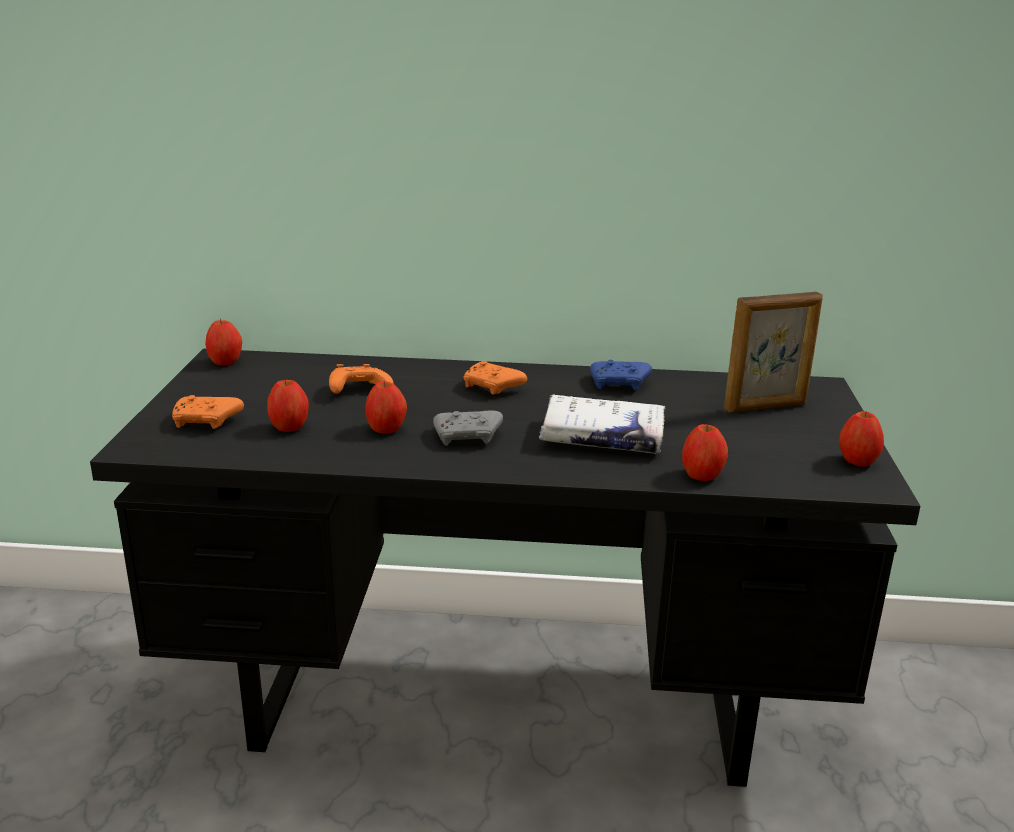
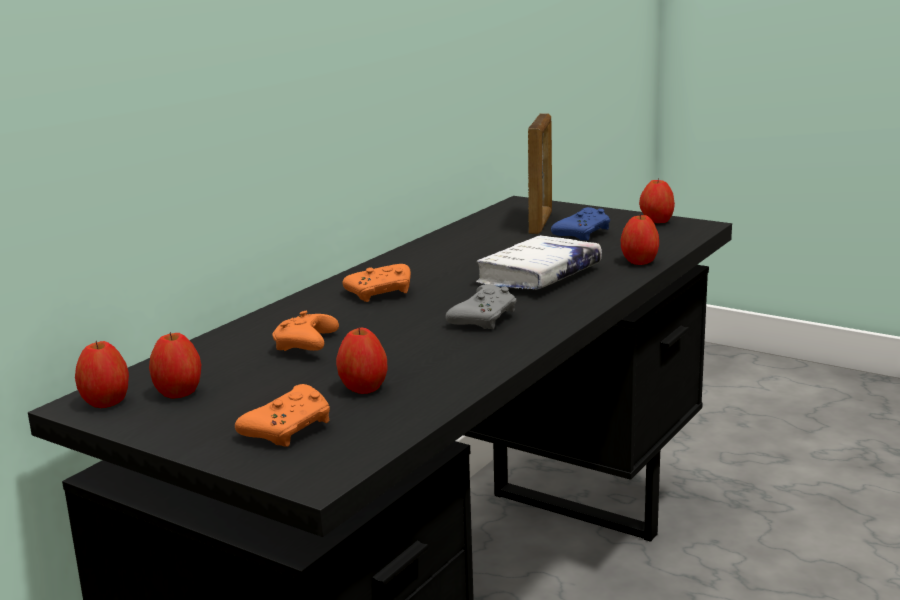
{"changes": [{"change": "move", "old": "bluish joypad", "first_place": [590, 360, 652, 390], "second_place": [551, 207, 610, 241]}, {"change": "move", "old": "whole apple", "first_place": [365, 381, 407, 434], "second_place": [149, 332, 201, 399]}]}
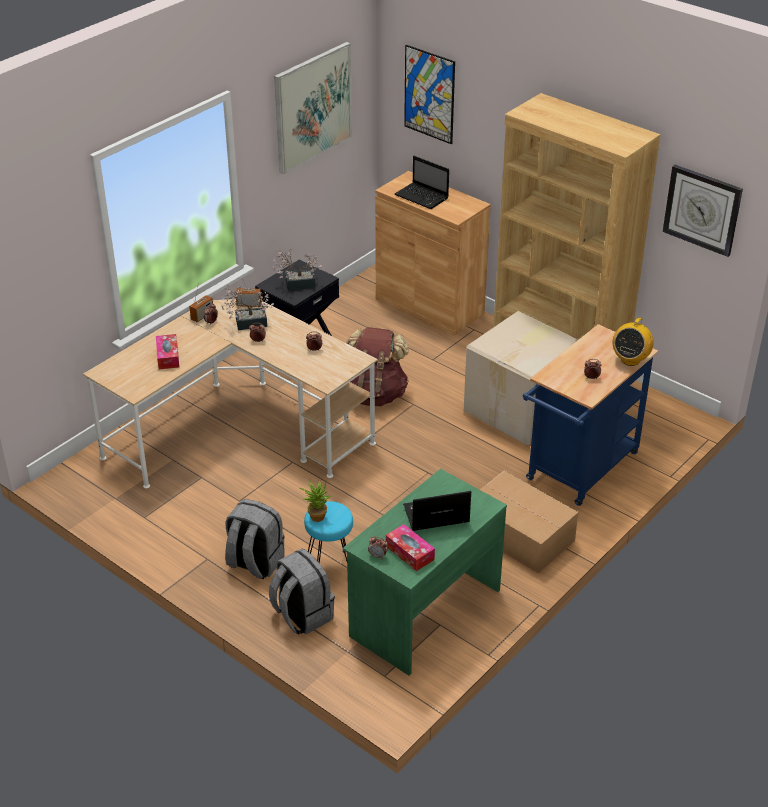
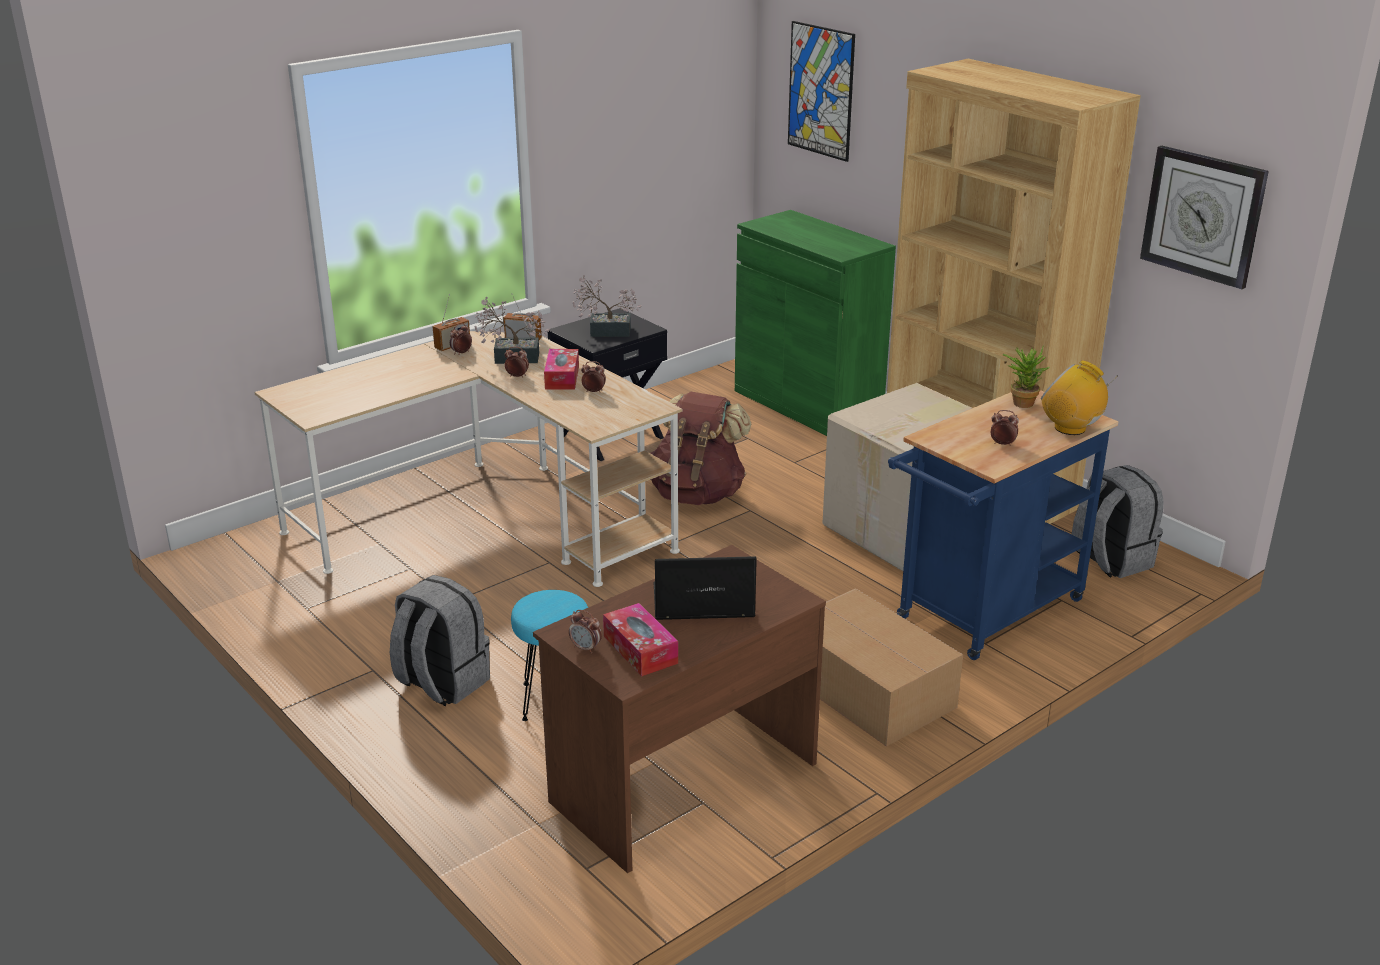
{"changes": [{"change": "delete", "old": "wall art", "first_place": [274, 42, 352, 174]}, {"change": "delete", "old": "laptop", "first_place": [395, 156, 449, 209]}, {"change": "recolor", "old": "brownish cupboard", "new": "greenish cupboard", "first_place": [375, 171, 491, 336], "second_place": [735, 210, 896, 436]}, {"change": "rotate", "old": "radio set", "first_place": [613, 318, 654, 366], "second_place": [1041, 360, 1118, 435], "degrees": 90}, {"change": "move", "old": "tissue box", "first_place": [156, 334, 179, 369], "second_place": [544, 349, 579, 390]}, {"change": "recolor", "old": "greenish desk table", "new": "brownish desk table", "first_place": [343, 469, 507, 676], "second_place": [533, 545, 826, 873]}, {"change": "move", "old": "potted plant", "first_place": [299, 481, 331, 522], "second_place": [1003, 345, 1050, 408]}, {"change": "move", "old": "greyish knapsack", "first_place": [269, 548, 335, 635], "second_place": [1071, 465, 1164, 578]}]}
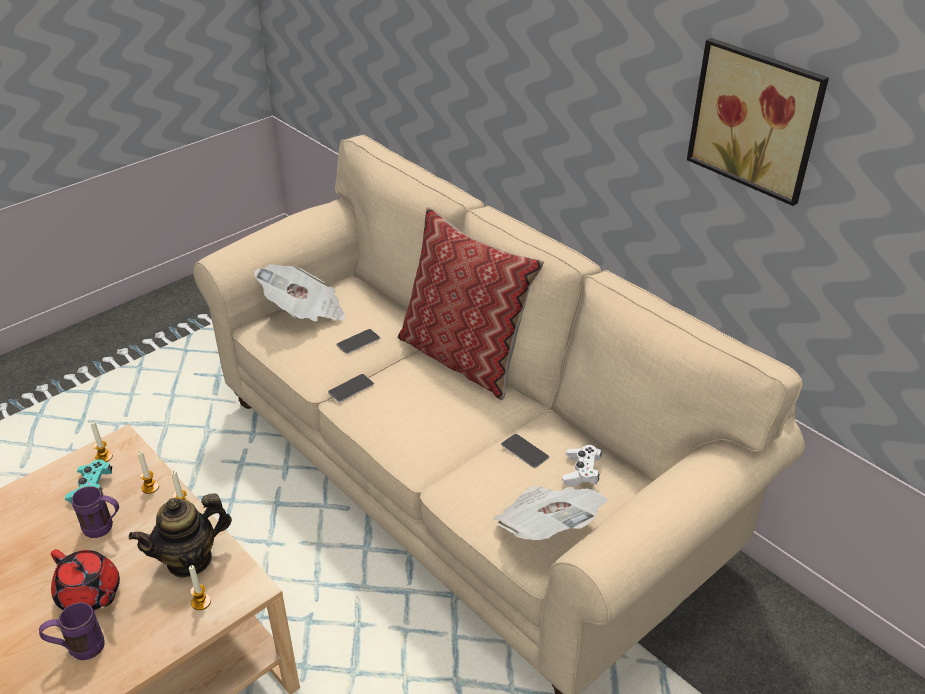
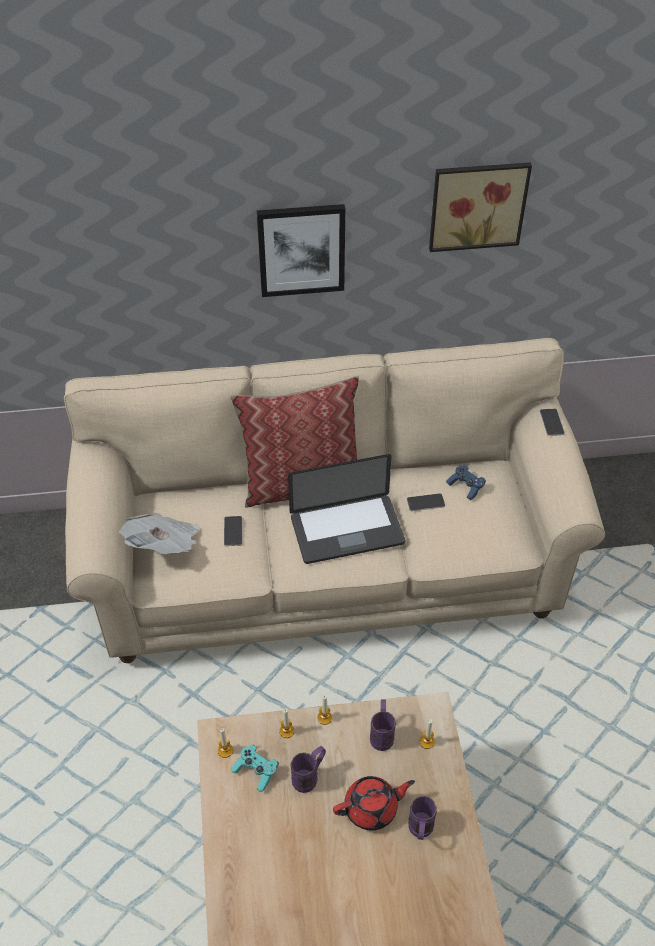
{"changes": [{"change": "move", "old": "handset", "first_place": [328, 374, 374, 402], "second_place": [540, 408, 565, 436]}, {"change": "recolor", "old": "white joypad", "new": "bluish joypad", "first_place": [562, 445, 602, 486], "second_place": [446, 465, 486, 500]}, {"change": "delete", "old": "newspaper", "first_place": [493, 486, 608, 540]}, {"change": "replace", "old": "teapot", "new": "purplish tea mug", "first_place": [129, 493, 232, 578], "second_place": [370, 699, 396, 751]}, {"change": "insert", "new": "wall art", "second_place": [257, 204, 345, 297]}, {"change": "insert", "new": "laptop", "second_place": [288, 454, 405, 564]}]}
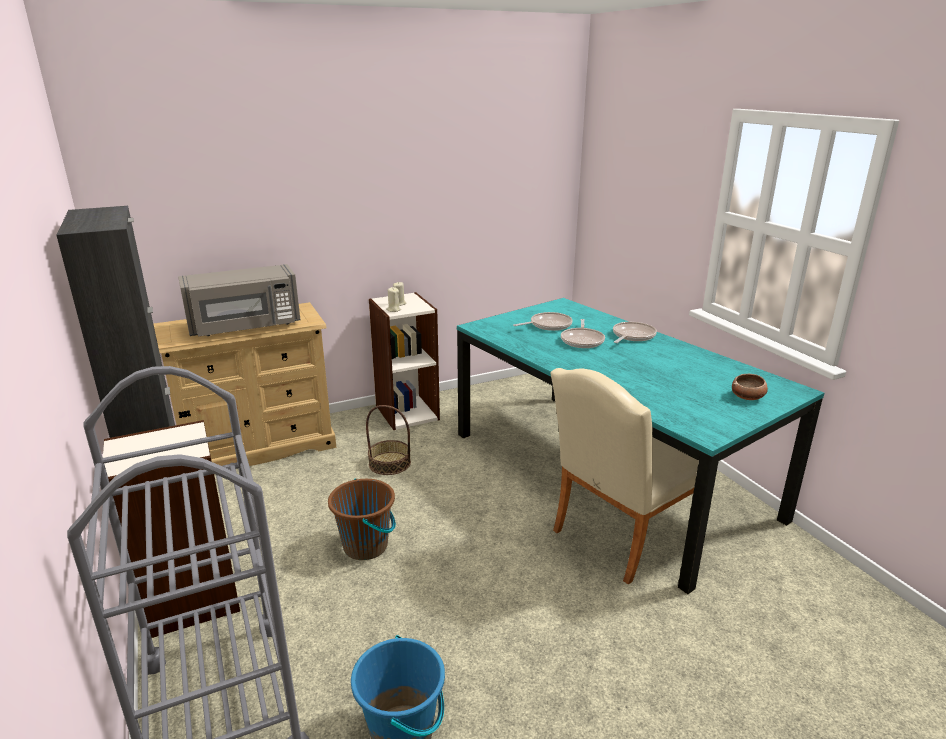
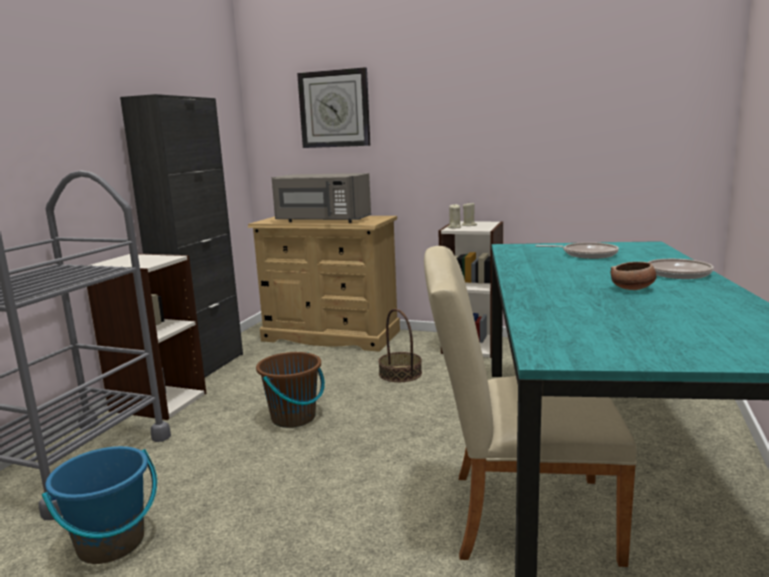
{"changes": [{"change": "delete", "old": "frying pan", "first_place": [561, 319, 605, 348]}, {"change": "move", "old": "serving bowl", "first_place": [732, 374, 768, 400], "second_place": [611, 262, 657, 290]}, {"change": "insert", "new": "wall clock", "second_place": [297, 67, 371, 148]}]}
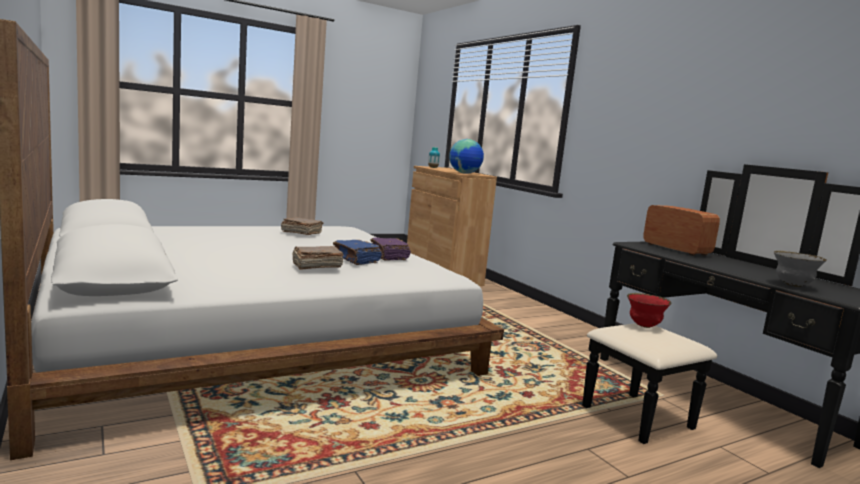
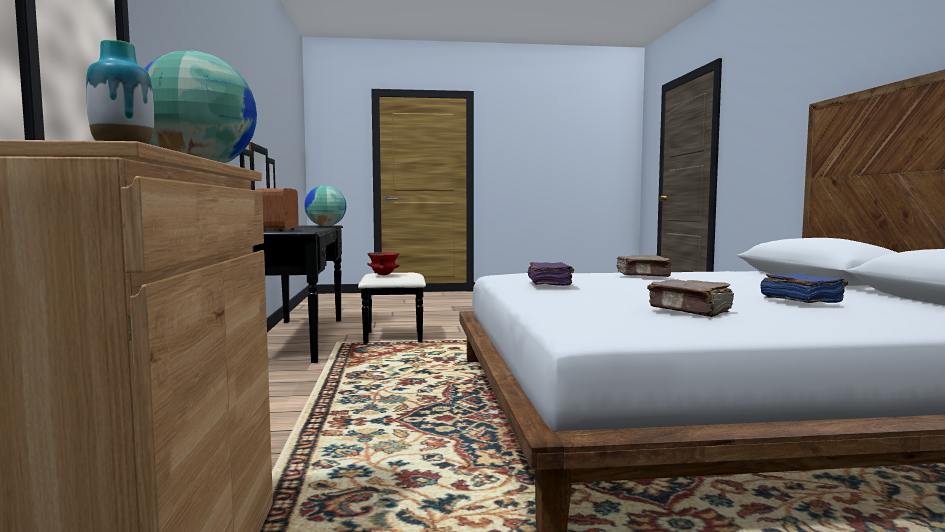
{"changes": [{"change": "move", "old": "bluish bound book", "first_place": [333, 240, 382, 265], "second_place": [760, 273, 848, 303]}, {"change": "replace", "old": "greyish serving bowl", "new": "world globe", "first_place": [774, 251, 827, 287], "second_place": [304, 185, 346, 226]}]}
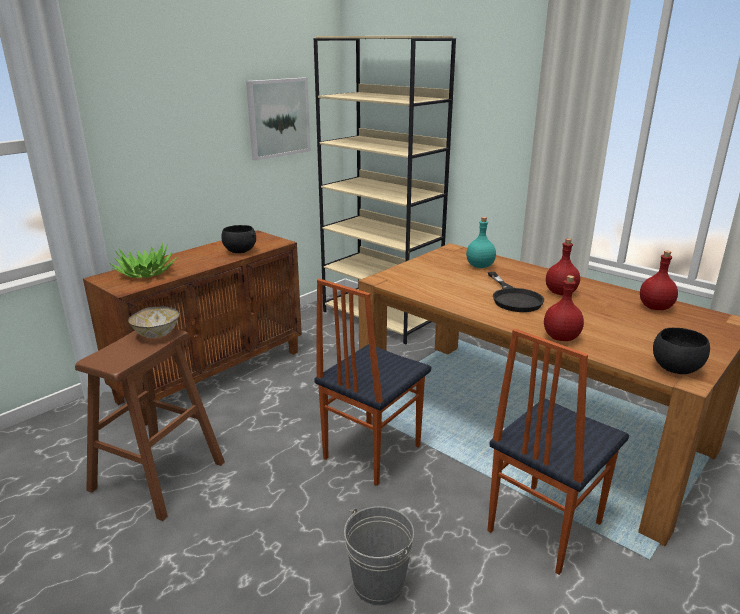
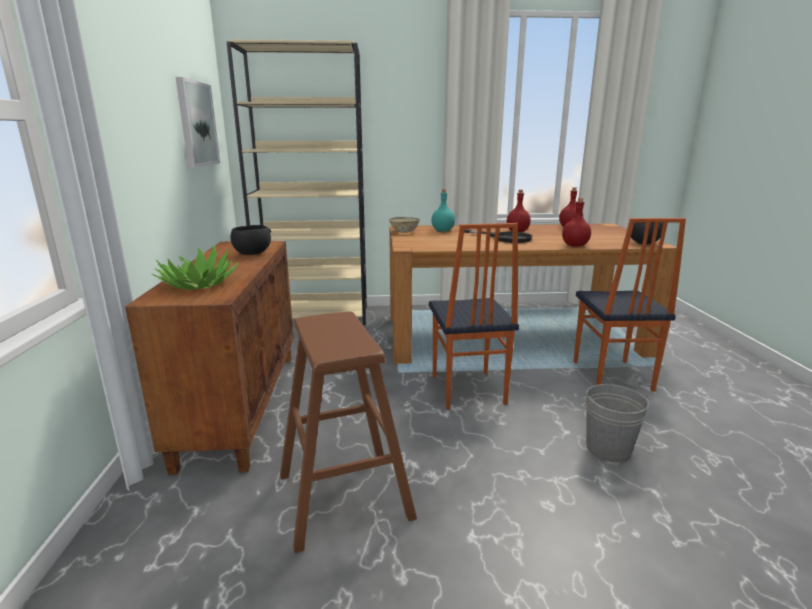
{"changes": [{"change": "move", "old": "serving bowl", "first_place": [128, 307, 179, 338], "second_place": [389, 217, 420, 233]}]}
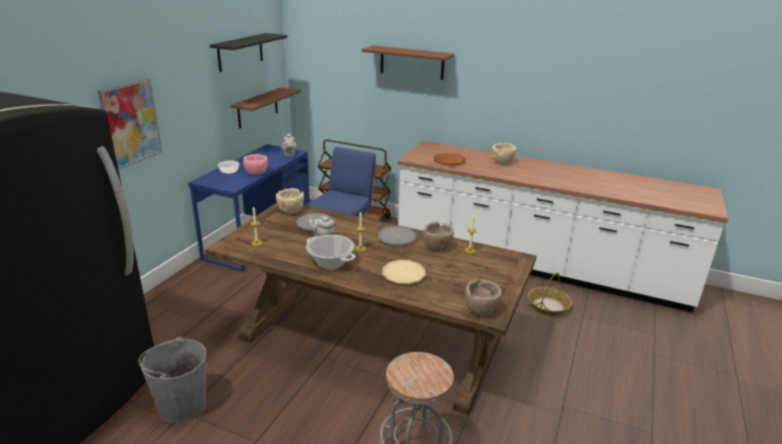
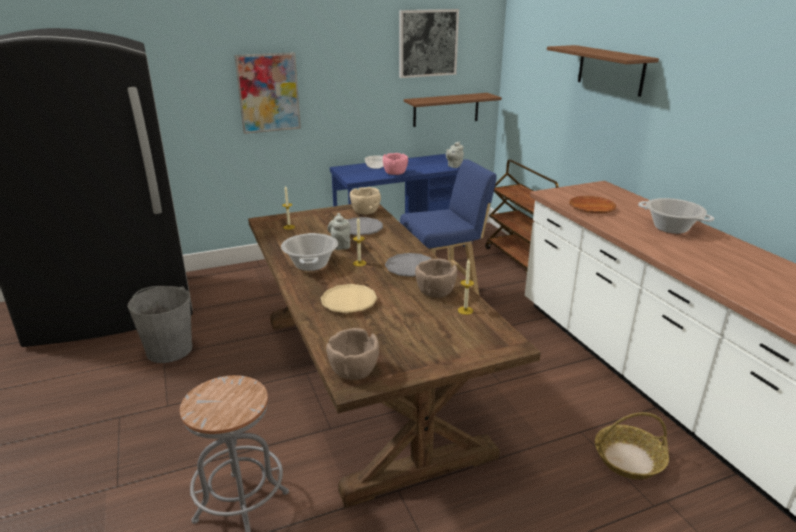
{"changes": [{"change": "replace", "old": "black-coloured shelf", "new": "wall art", "first_place": [210, 33, 288, 72], "second_place": [399, 9, 459, 78]}, {"change": "replace", "old": "beige-coloured serving bowl", "new": "saucepot", "first_place": [492, 143, 516, 164], "second_place": [638, 198, 714, 234]}]}
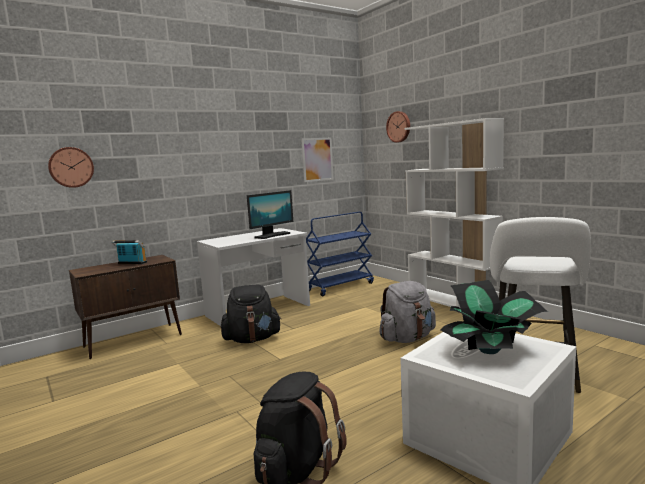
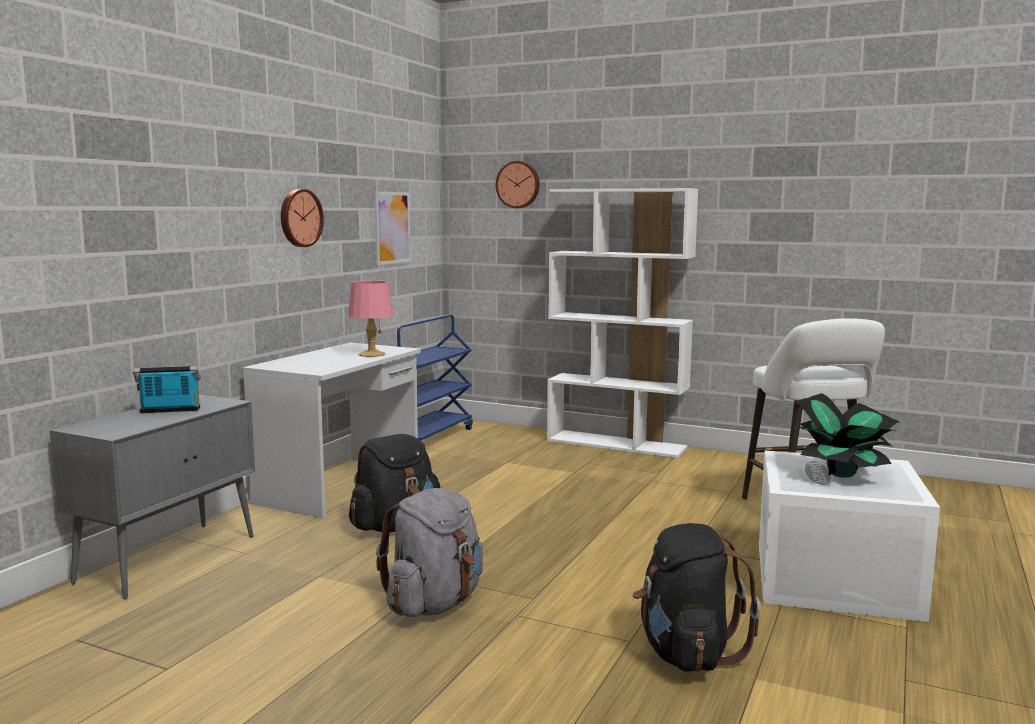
{"changes": [{"change": "move", "old": "wall clock", "first_place": [48, 147, 94, 188], "second_place": [281, 189, 324, 247]}, {"change": "replace", "old": "computer screen", "new": "pink-coloured lamp for a table", "first_place": [247, 190, 293, 239], "second_place": [348, 281, 394, 357]}, {"change": "recolor", "old": "brownish cupboard", "new": "greyish cupboard", "first_place": [69, 255, 182, 359], "second_place": [50, 395, 255, 599]}, {"change": "move", "old": "greyish knapsack", "first_place": [379, 281, 436, 343], "second_place": [376, 488, 483, 617]}]}
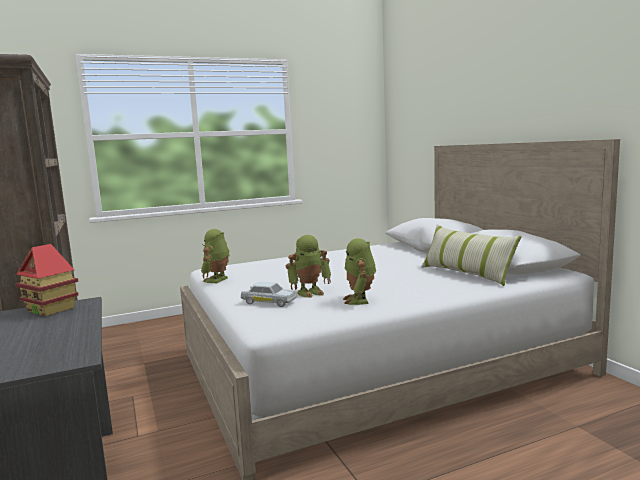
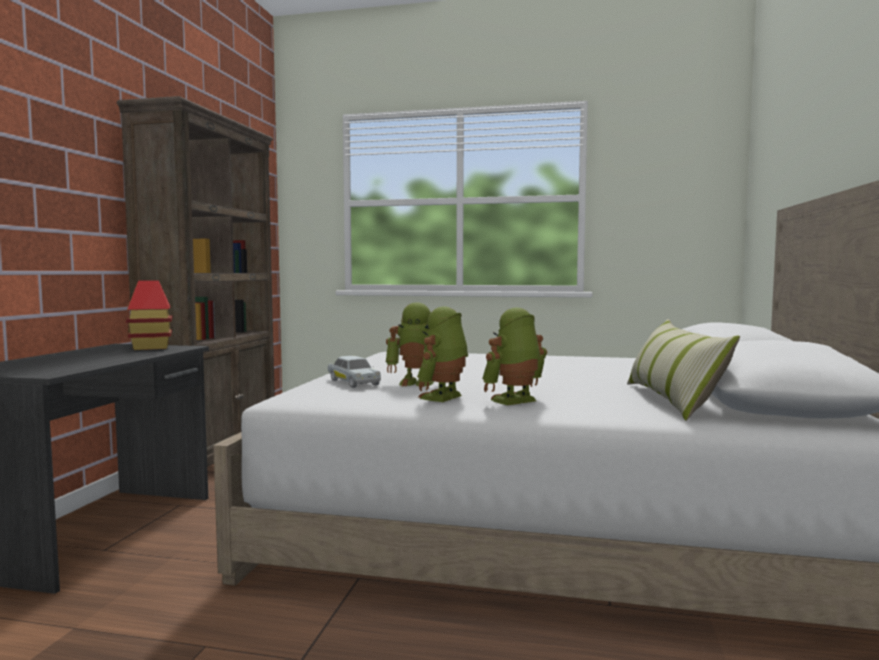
{"changes": [{"change": "move", "old": "model robot", "first_place": [201, 229, 230, 283], "second_place": [482, 307, 547, 405]}]}
